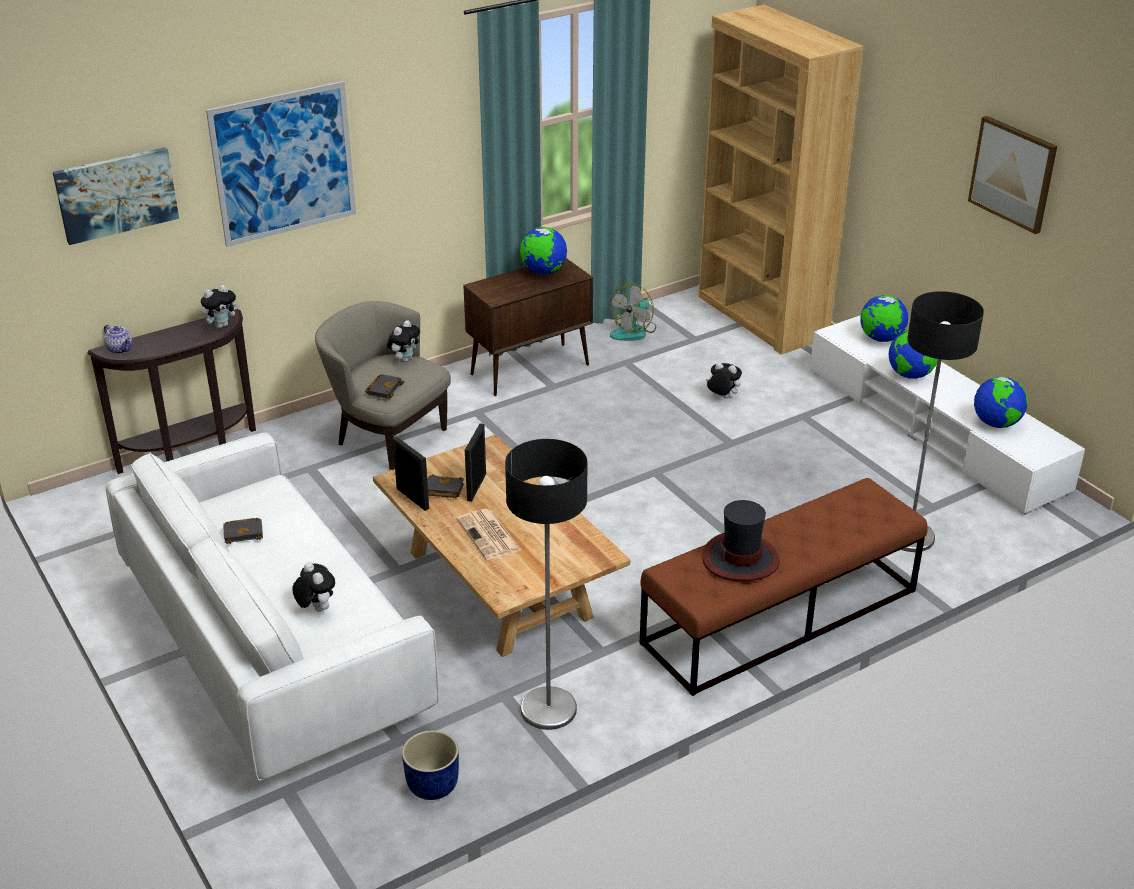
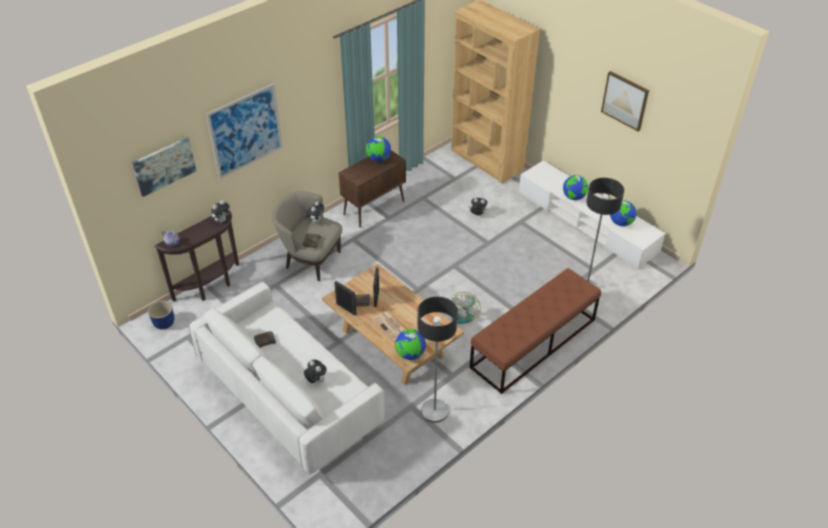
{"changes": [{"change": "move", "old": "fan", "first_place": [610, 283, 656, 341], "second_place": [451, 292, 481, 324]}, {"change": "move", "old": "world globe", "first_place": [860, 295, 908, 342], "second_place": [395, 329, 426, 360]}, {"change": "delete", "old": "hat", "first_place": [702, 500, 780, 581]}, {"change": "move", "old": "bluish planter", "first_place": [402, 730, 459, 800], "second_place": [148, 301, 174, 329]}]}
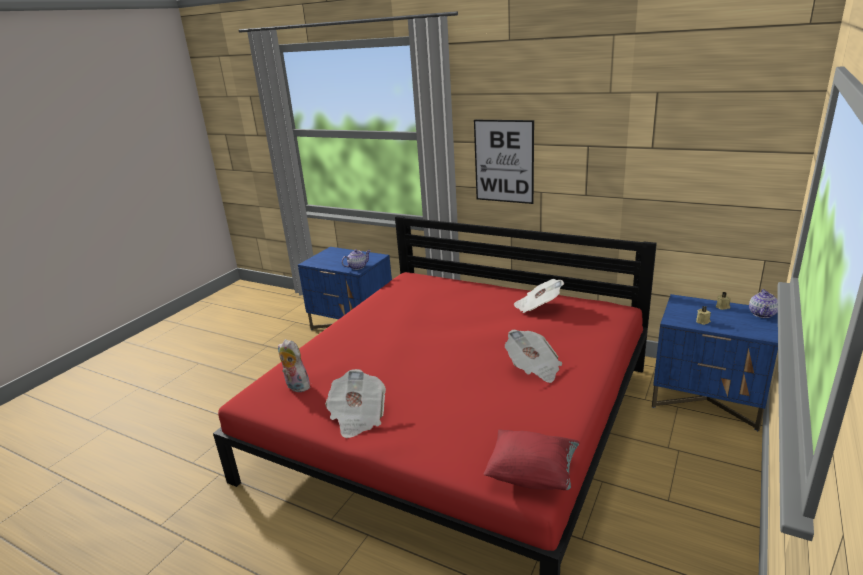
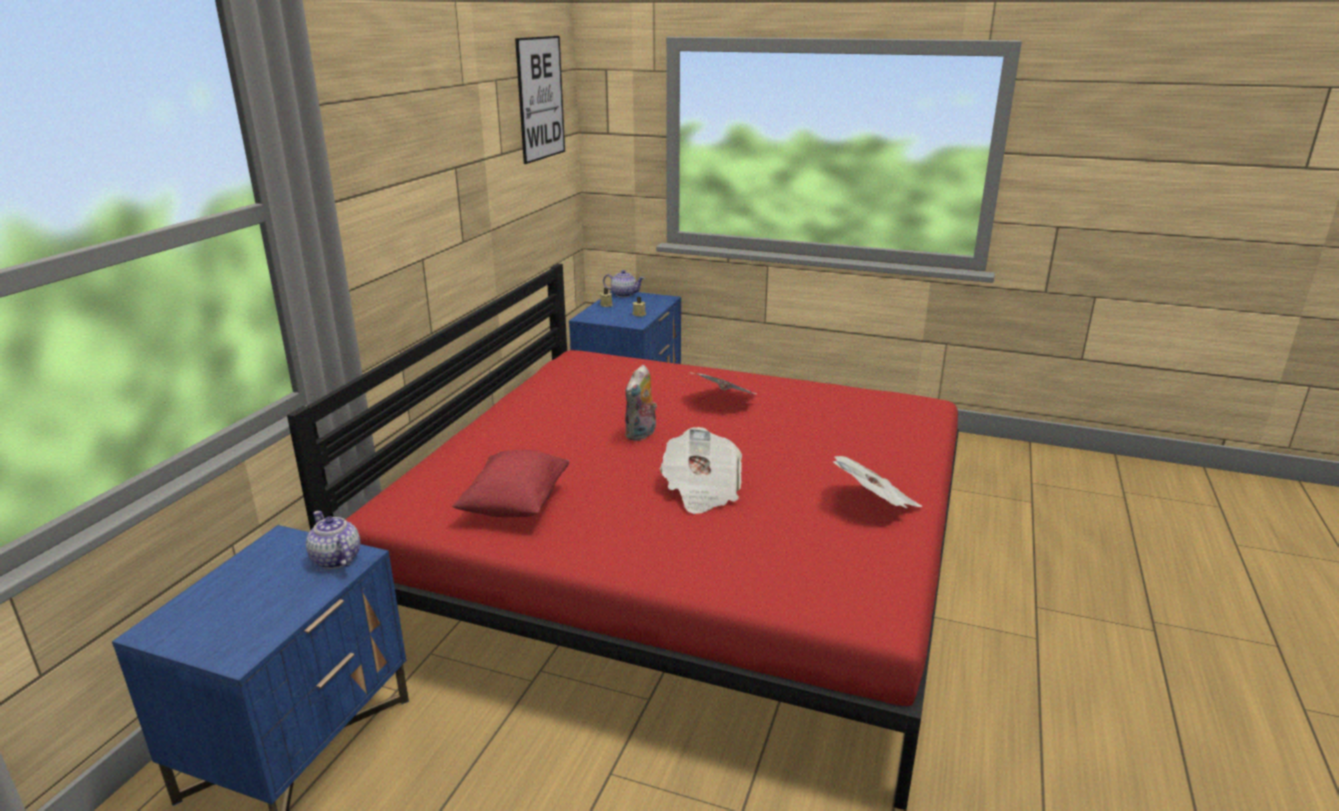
{"changes": [{"change": "move", "old": "wall art", "first_place": [474, 120, 534, 204], "second_place": [515, 36, 565, 164]}, {"change": "move", "old": "newspaper", "first_place": [514, 279, 564, 313], "second_place": [660, 427, 742, 514]}, {"change": "move", "old": "soft toy", "first_place": [278, 339, 310, 392], "second_place": [625, 365, 657, 441]}, {"change": "move", "old": "red throw pillow", "first_place": [484, 429, 580, 490], "second_place": [452, 450, 569, 517]}]}
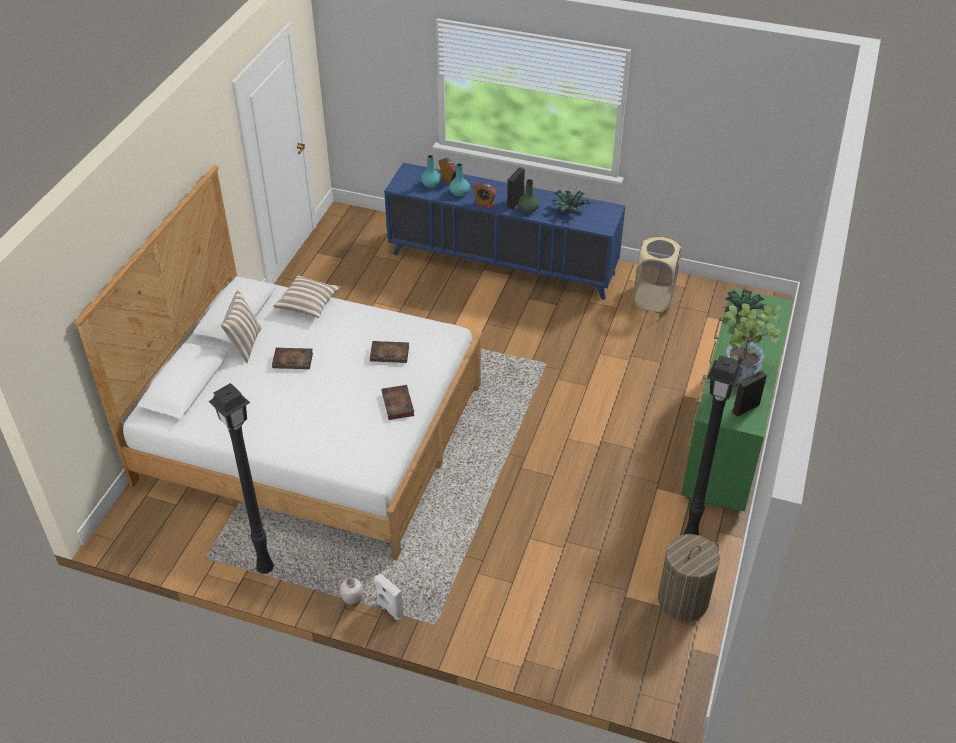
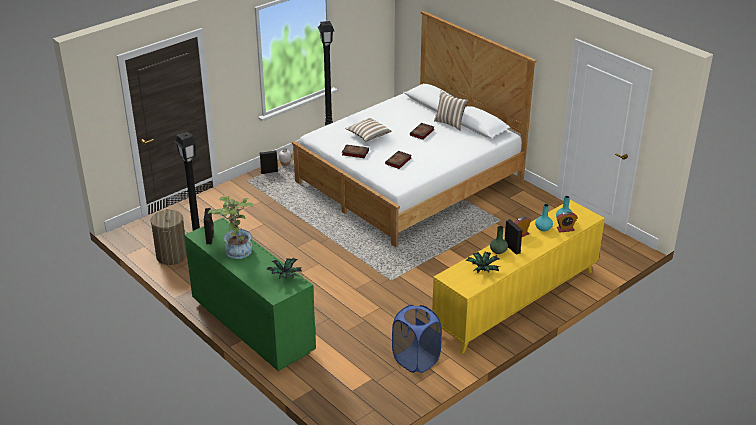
{"changes": [{"change": "recolor", "old": "bluish cupboard", "new": "yellowish cupboard", "first_place": [384, 163, 625, 300], "second_place": [432, 200, 605, 354]}, {"change": "recolor", "old": "beige-coloured hamper", "new": "bluish hamper", "first_place": [633, 235, 681, 312], "second_place": [392, 305, 442, 373]}, {"change": "move", "old": "throw pillow", "first_place": [273, 275, 341, 318], "second_place": [346, 118, 392, 142]}, {"change": "recolor", "old": "white loudspeaker", "new": "black-coloured loudspeaker", "first_place": [374, 573, 404, 621], "second_place": [259, 150, 278, 174]}]}
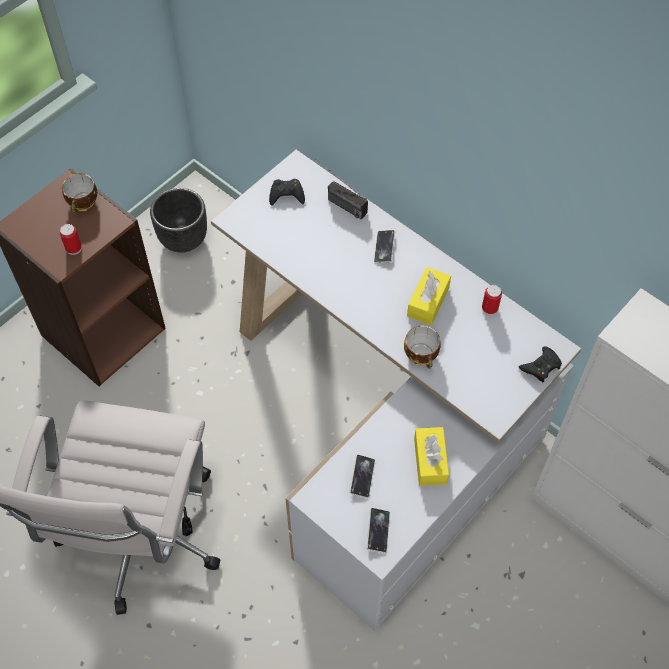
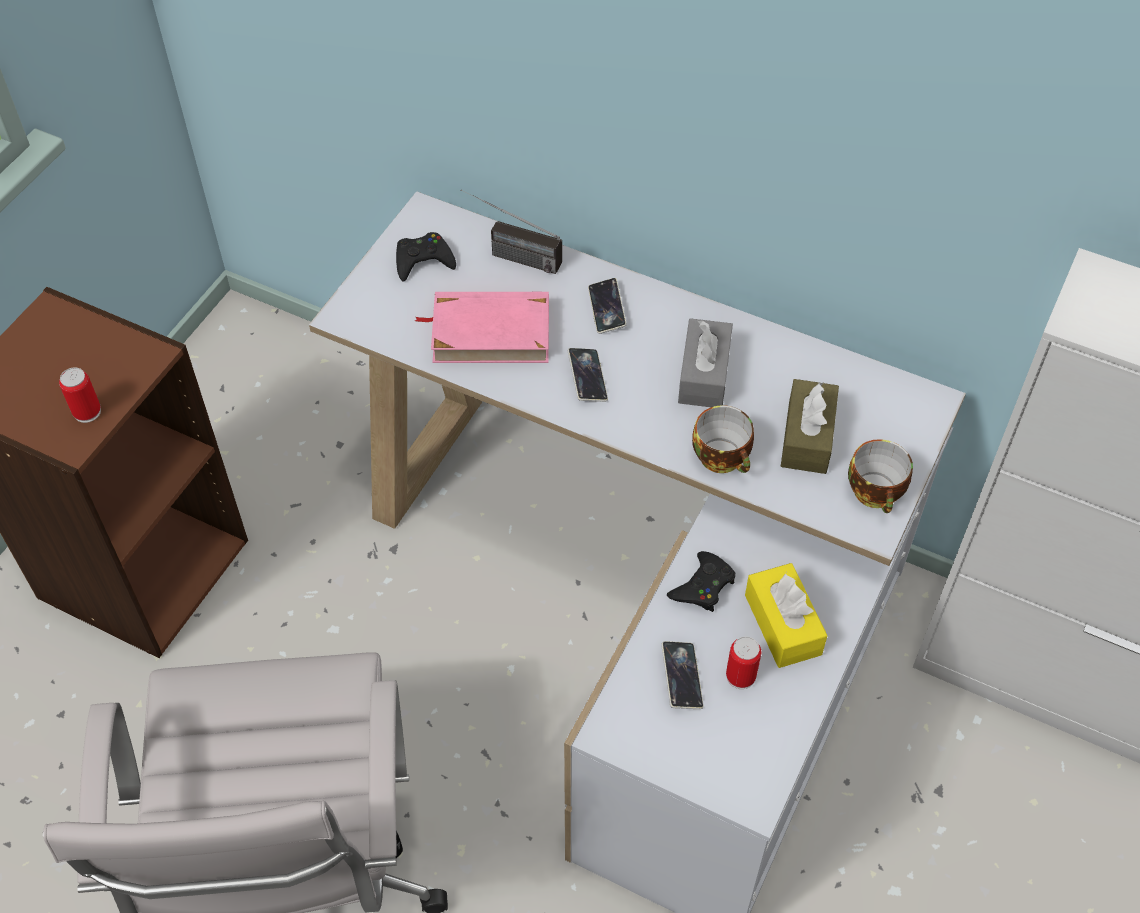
{"changes": [{"change": "move", "old": "small cup", "first_place": [62, 174, 97, 213], "second_place": [848, 439, 913, 513]}, {"change": "delete", "old": "black-coloured planter", "first_place": [150, 188, 207, 252]}, {"change": "recolor", "old": "yellowish tissue box", "new": "greyish tissue box", "first_place": [407, 267, 451, 325], "second_place": [678, 318, 733, 407]}, {"change": "move", "old": "can", "first_place": [482, 285, 502, 315], "second_place": [726, 636, 761, 689]}, {"change": "move", "old": "black-coloured joypad", "first_place": [519, 346, 562, 382], "second_place": [667, 551, 736, 612]}, {"change": "move", "old": "handset", "first_place": [367, 508, 390, 553], "second_place": [568, 348, 608, 402]}, {"change": "insert", "new": "pink-coloured bound book", "second_place": [415, 292, 549, 363]}, {"change": "insert", "new": "brownish tissue box", "second_place": [781, 379, 839, 474]}]}
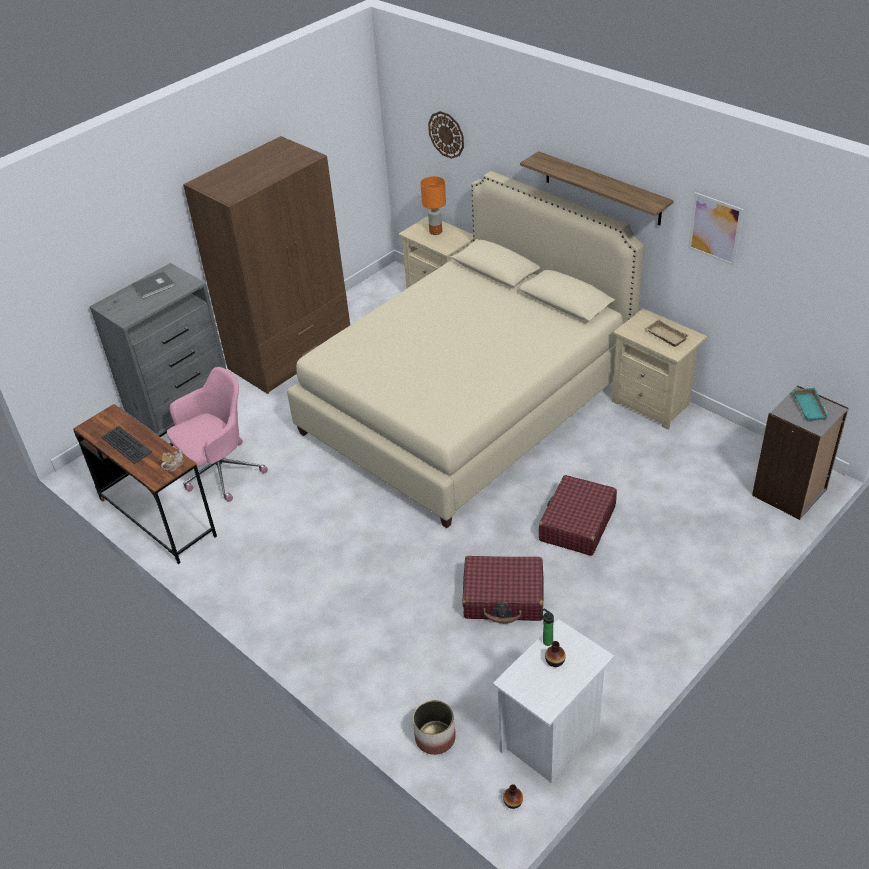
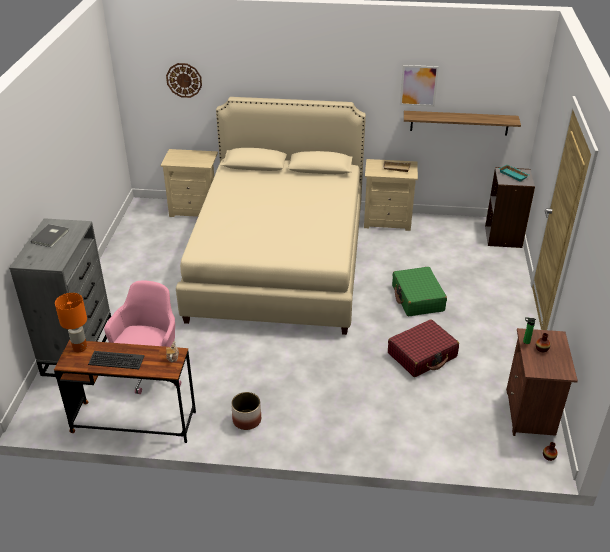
{"changes": [{"change": "delete", "old": "brownish clothes cupboard", "first_place": [183, 136, 350, 394]}, {"change": "move", "old": "shelf", "first_place": [520, 151, 674, 225], "second_place": [404, 111, 521, 135]}, {"change": "move", "old": "orange-coloured lamp for a table", "first_place": [420, 176, 446, 235], "second_place": [55, 293, 87, 352]}, {"change": "recolor", "old": "red travel case", "new": "greenish travel case", "first_place": [539, 475, 617, 556], "second_place": [392, 267, 447, 316]}, {"change": "recolor", "old": "white bedside table", "new": "brownish bedside table", "first_place": [493, 619, 614, 783], "second_place": [506, 328, 578, 436]}, {"change": "move", "old": "planter", "first_place": [413, 700, 456, 755], "second_place": [231, 392, 261, 430]}]}
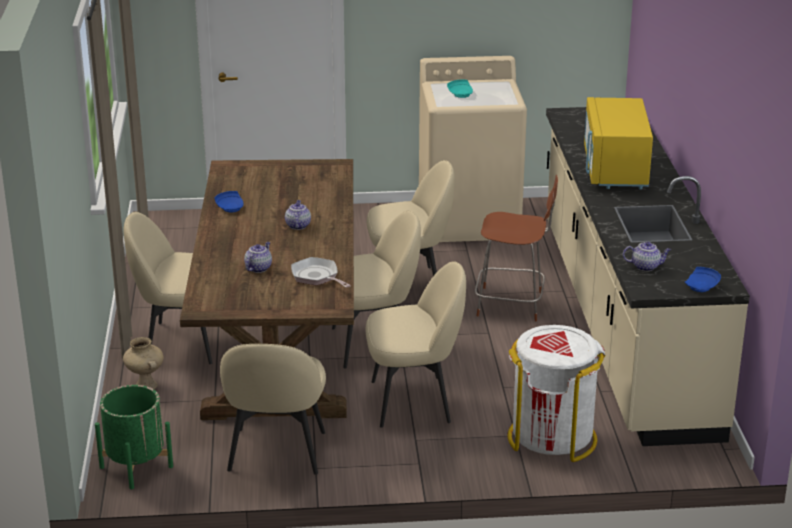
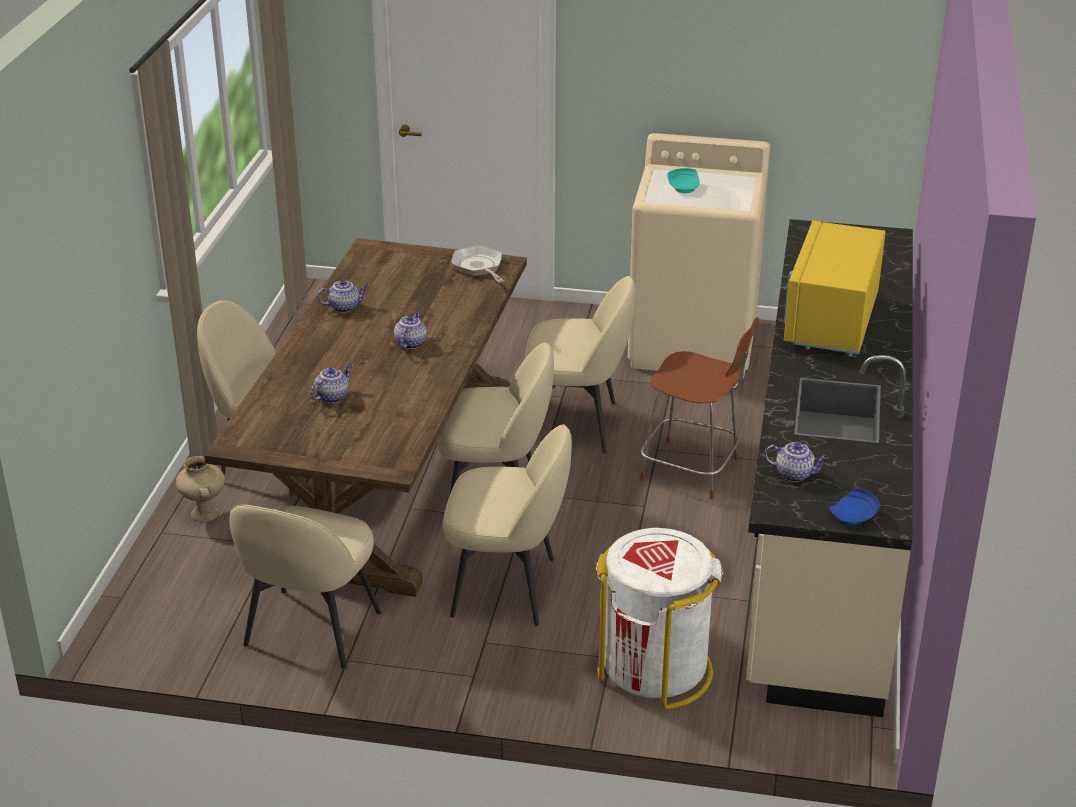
{"changes": [{"change": "replace", "old": "bluish dinner plate", "new": "teapot", "first_place": [215, 191, 243, 212], "second_place": [317, 280, 369, 313]}, {"change": "move", "old": "frying pan", "first_place": [291, 257, 351, 288], "second_place": [451, 245, 504, 282]}, {"change": "delete", "old": "greenish planter", "first_place": [95, 385, 173, 489]}]}
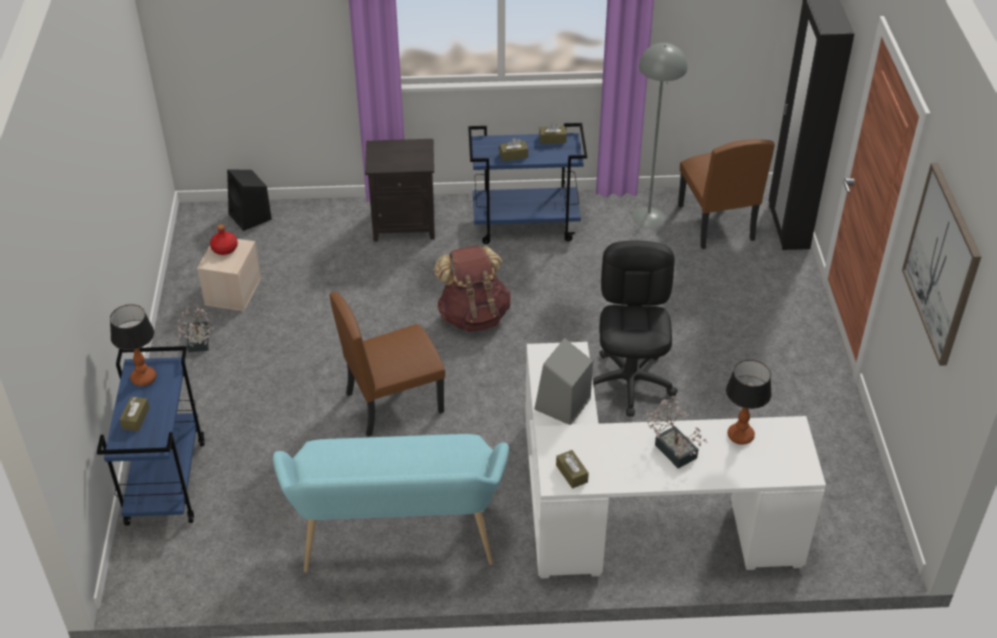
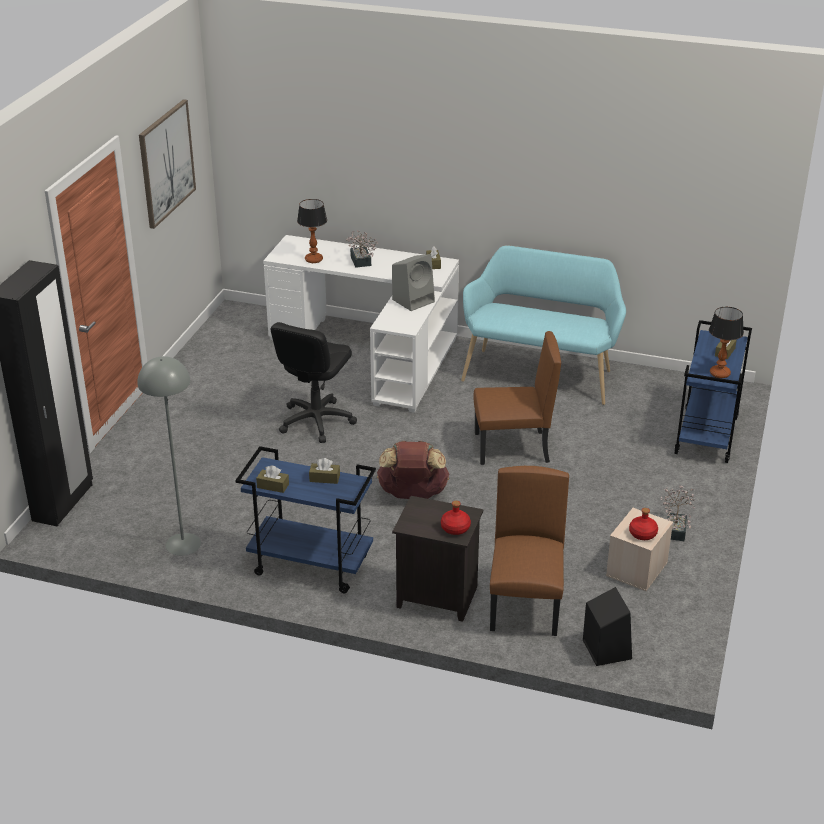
{"changes": [{"change": "move", "old": "brownish upright chair", "first_place": [678, 139, 775, 249], "second_place": [490, 466, 569, 636]}, {"change": "insert", "new": "red beverage bottle", "second_place": [441, 501, 471, 535]}]}
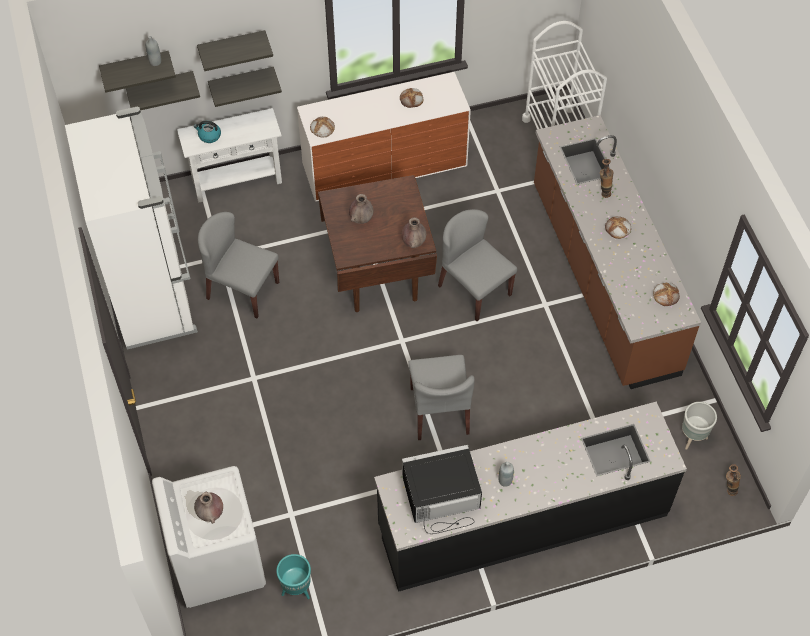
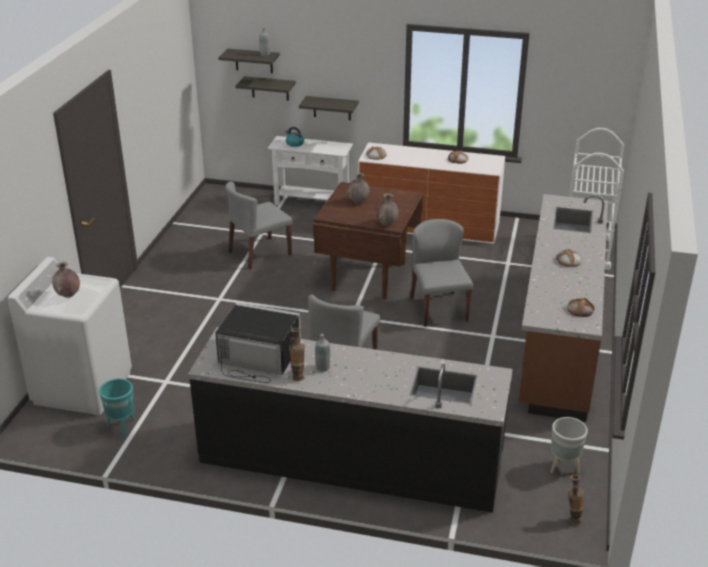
{"changes": [{"change": "delete", "old": "shelf", "first_place": [197, 30, 273, 71]}, {"change": "delete", "old": "white fridge", "first_place": [65, 107, 198, 350]}, {"change": "move", "old": "decorative vase", "first_place": [600, 159, 613, 198], "second_place": [289, 328, 305, 381]}, {"change": "rotate", "old": "greyish upright chair", "first_place": [198, 212, 279, 318], "second_place": [225, 182, 293, 270], "degrees": -90}]}
